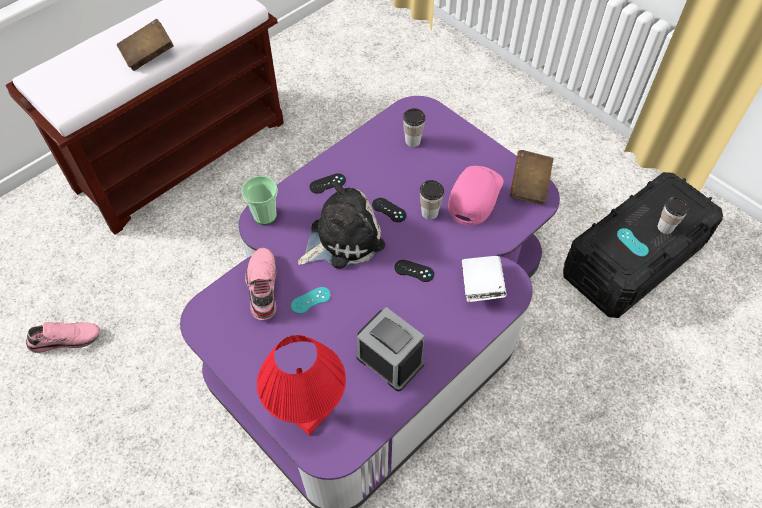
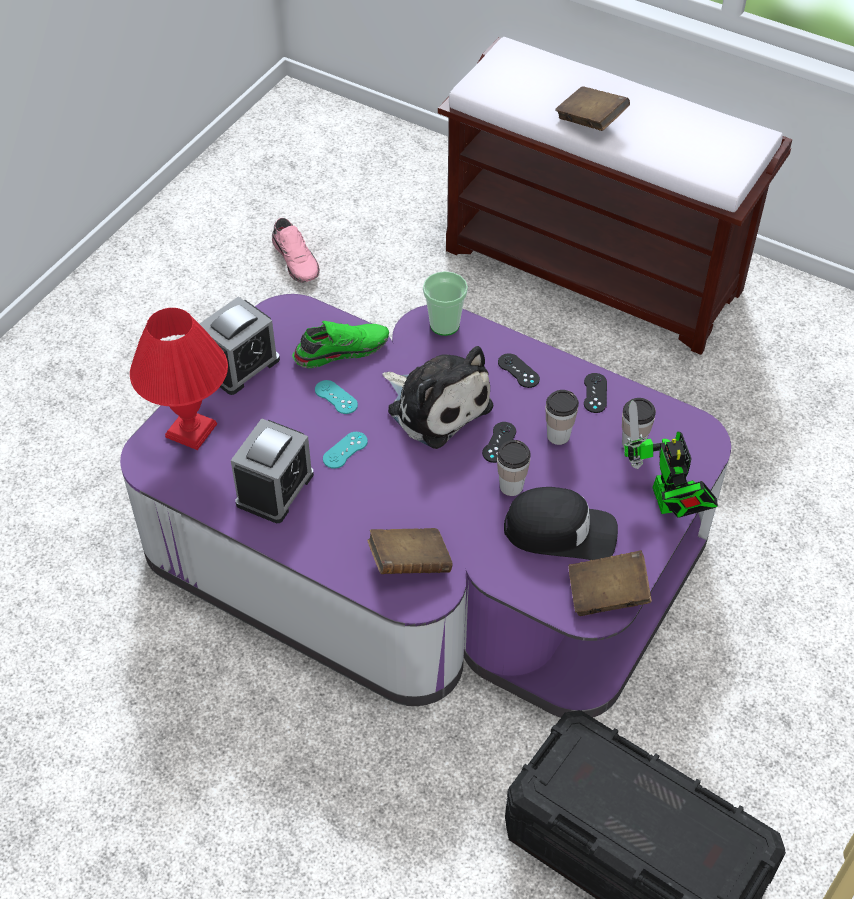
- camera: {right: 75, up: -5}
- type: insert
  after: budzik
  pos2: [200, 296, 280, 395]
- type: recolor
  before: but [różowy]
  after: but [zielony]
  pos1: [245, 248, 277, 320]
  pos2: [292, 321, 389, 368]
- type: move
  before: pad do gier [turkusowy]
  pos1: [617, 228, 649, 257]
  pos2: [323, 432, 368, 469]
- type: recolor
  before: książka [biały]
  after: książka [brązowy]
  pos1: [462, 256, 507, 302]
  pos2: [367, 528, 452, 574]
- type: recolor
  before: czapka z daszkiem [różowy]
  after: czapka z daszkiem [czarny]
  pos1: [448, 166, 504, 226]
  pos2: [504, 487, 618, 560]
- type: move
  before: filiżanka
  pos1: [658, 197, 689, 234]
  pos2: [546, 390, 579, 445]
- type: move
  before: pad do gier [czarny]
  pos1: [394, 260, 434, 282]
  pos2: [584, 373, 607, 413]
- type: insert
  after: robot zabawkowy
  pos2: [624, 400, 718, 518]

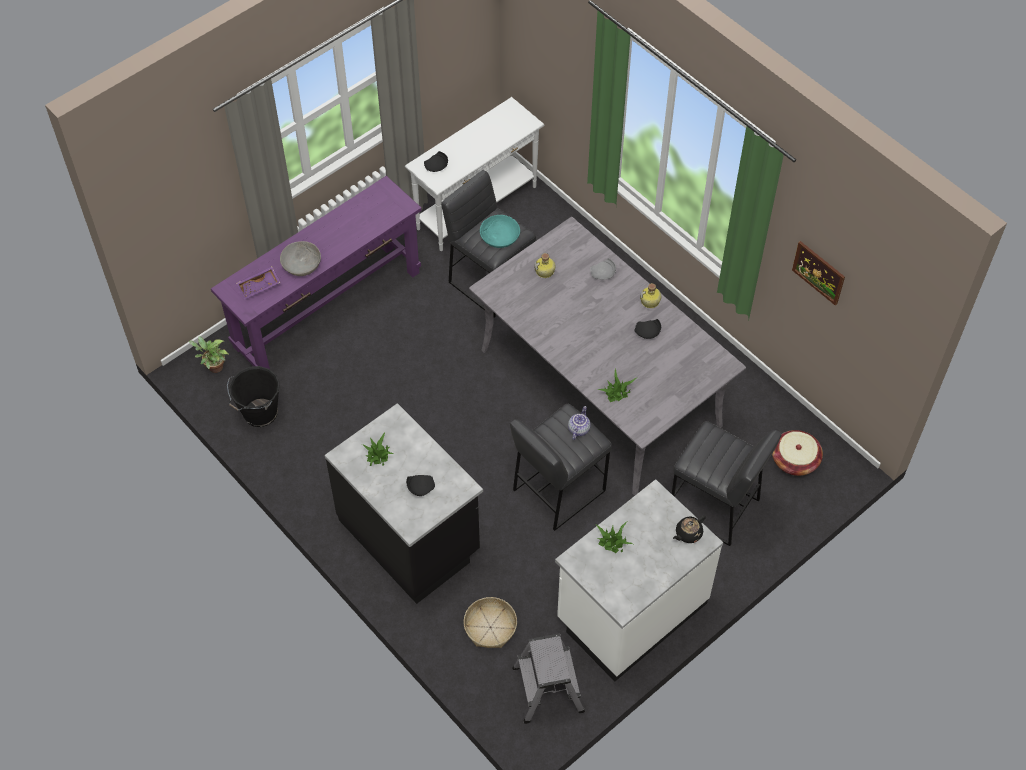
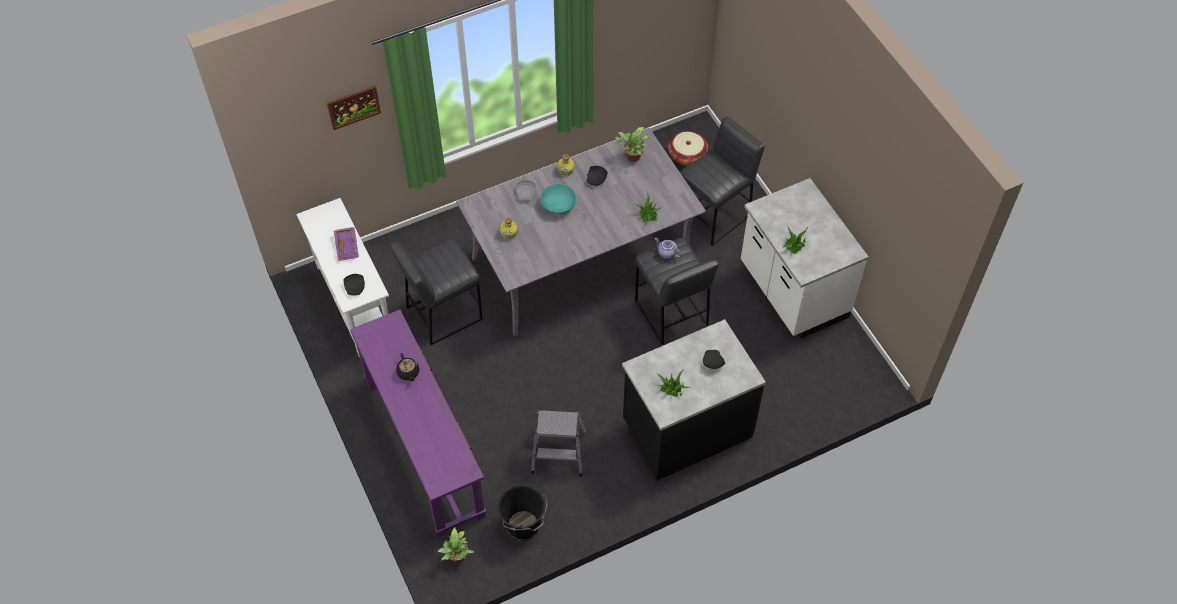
- camera: {right: -75, up: 0}
- type: move
  before: obraz
  pos1: [792, 241, 845, 306]
  pos2: [327, 86, 381, 130]
- type: move
  before: taca [fioletowy]
  pos1: [236, 266, 281, 300]
  pos2: [334, 227, 359, 261]
- type: move
  before: imbryk [czarny]
  pos1: [673, 515, 706, 543]
  pos2: [396, 353, 420, 381]
- type: move
  before: drabinka [szary]
  pos1: [512, 633, 585, 724]
  pos2: [531, 410, 586, 477]
- type: move
  before: miska [turkusowy]
  pos1: [480, 215, 520, 248]
  pos2: [540, 184, 576, 214]
- type: insert
  after: roślina doniczkowa
  pos2: [614, 127, 649, 162]
- type: delete
  before: miska [szary]
  pos1: [280, 241, 321, 276]
- type: delete
  before: koszyk
  pos1: [464, 597, 517, 648]

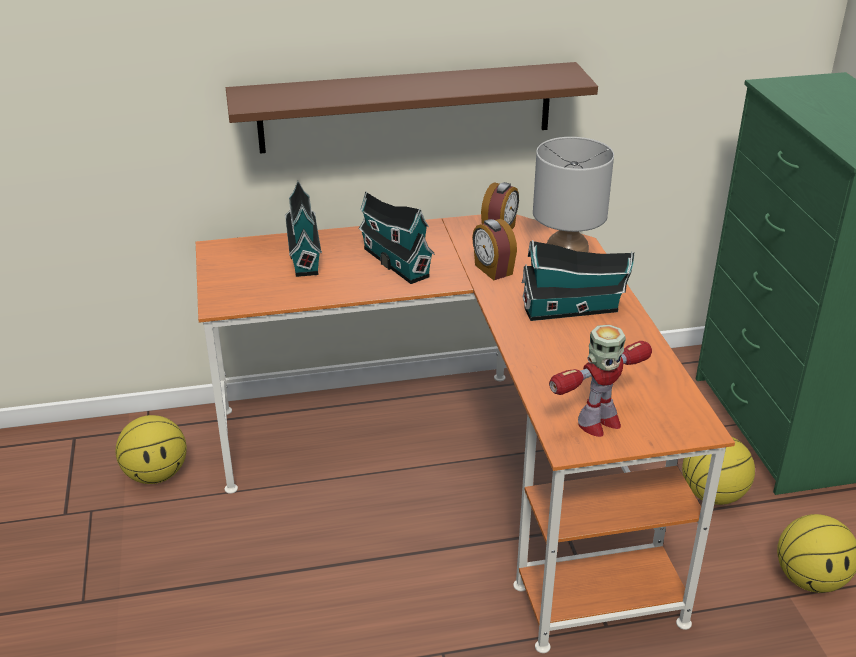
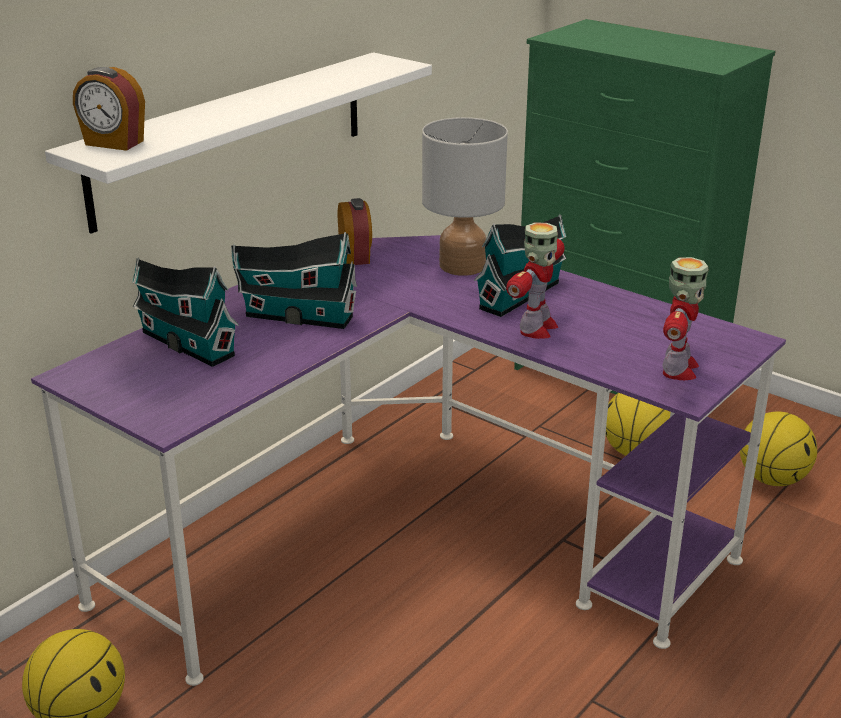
- camera: {right: -40, up: -5}
- type: recolor
  before: biurko [pomarańczowy]
  after: biurko [fioletowy]
  pos1: [196, 214, 735, 653]
  pos2: [31, 235, 786, 686]
- type: recolor
  before: półka [brązowy]
  after: półka [biały]
  pos1: [226, 62, 598, 154]
  pos2: [45, 52, 432, 234]
- type: move
  before: budzik
  pos1: [472, 219, 517, 280]
  pos2: [73, 67, 145, 151]
- type: insert
  after: robot zabawkowy
  pos2: [506, 222, 565, 339]

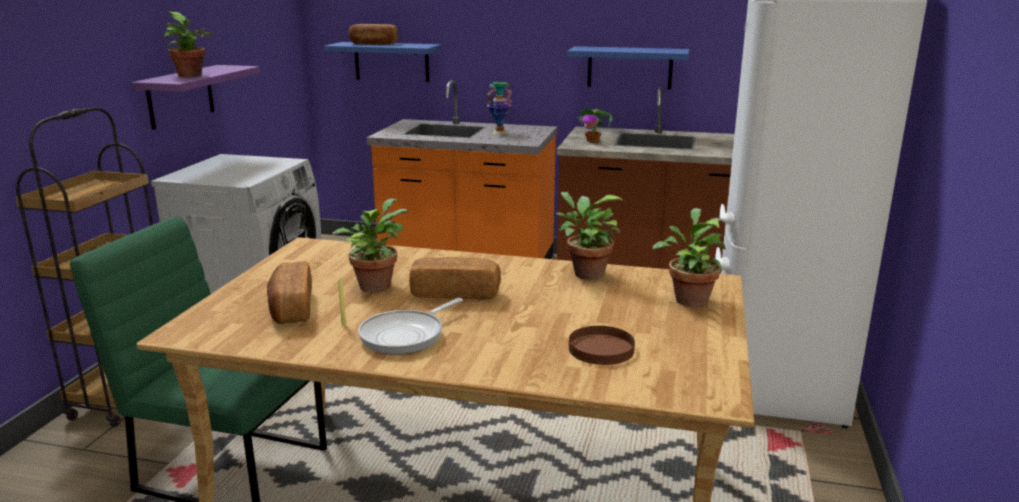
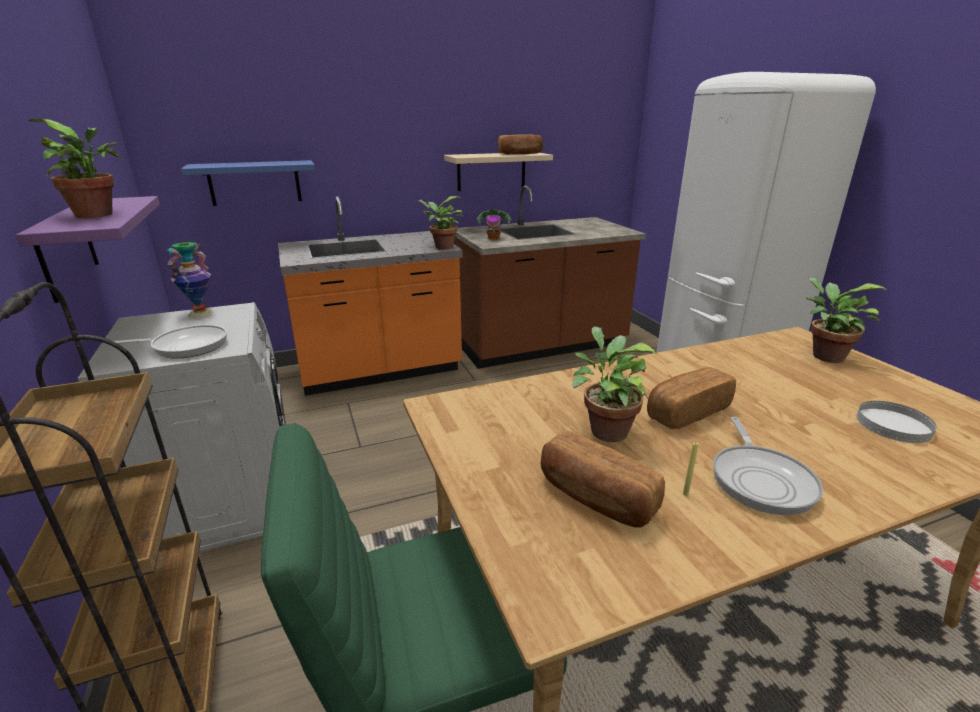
- camera: {right: -35, up: 5}
- type: insert
  after: patelnia
  pos2: [114, 325, 227, 358]
- type: move
  before: wazon
  pos1: [487, 82, 512, 135]
  pos2: [167, 242, 213, 318]
- type: move
  before: roślina doniczkowa
  pos1: [556, 192, 624, 280]
  pos2: [417, 196, 464, 249]
- type: recolor
  before: półka [niebieski]
  after: półka [beżowy]
  pos1: [567, 46, 689, 90]
  pos2: [444, 153, 553, 191]
- type: move
  before: chleb
  pos1: [349, 24, 398, 45]
  pos2: [498, 134, 543, 155]
- type: recolor
  before: talerz [brązowy]
  after: talerz [biały]
  pos1: [569, 326, 635, 365]
  pos2: [857, 401, 937, 443]

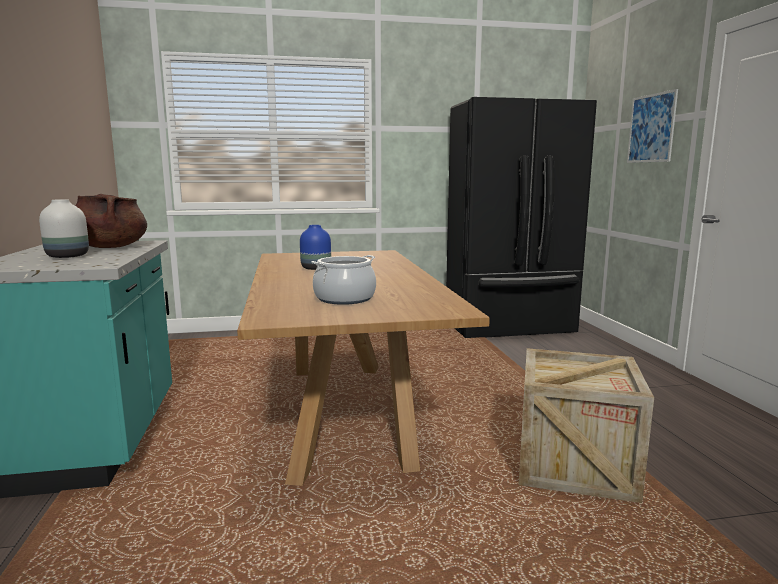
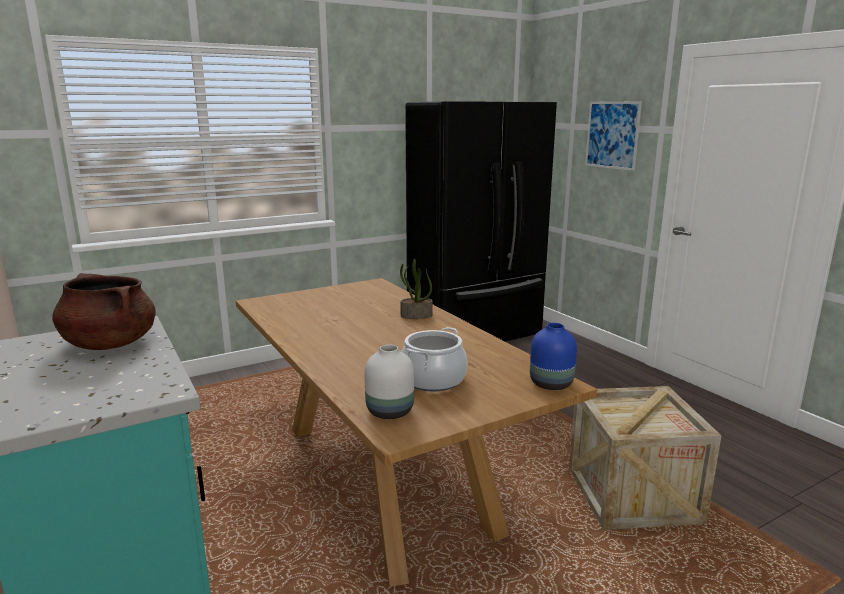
- camera: {right: -20, up: 5}
- type: move
  before: wazon [biały]
  pos1: [39, 199, 89, 258]
  pos2: [364, 344, 414, 419]
- type: insert
  after: roślina doniczkowa
  pos2: [400, 259, 433, 319]
- type: move
  before: wazon [niebieski]
  pos1: [300, 225, 331, 270]
  pos2: [530, 323, 577, 390]

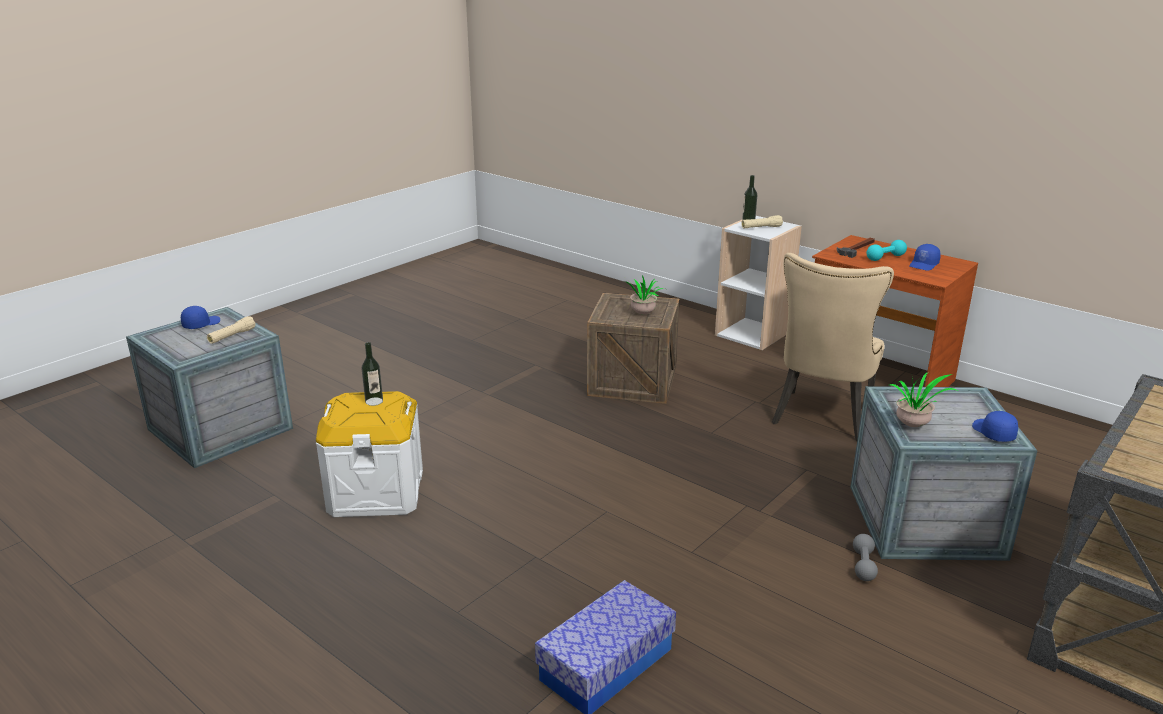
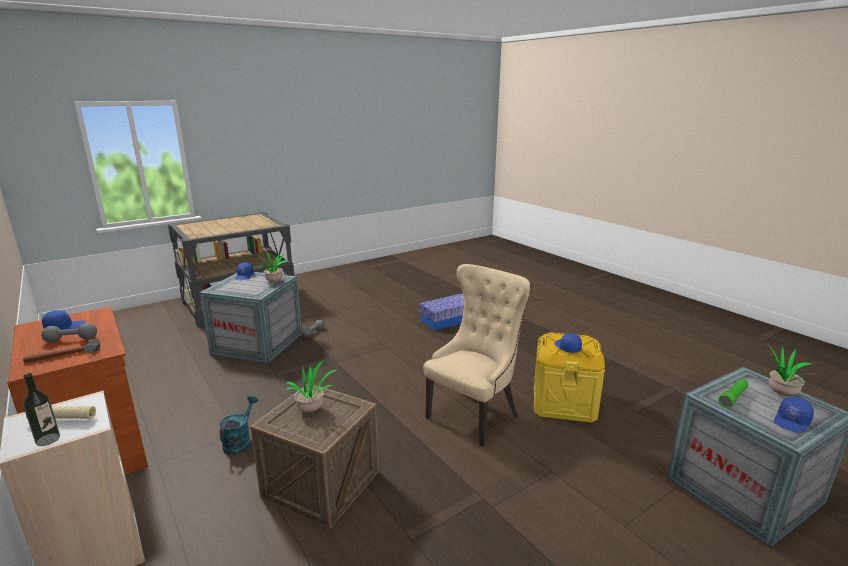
- camera: {right: -165, up: -5}
- type: recolor
  before: hantel [turkusowy]
  after: hantel [szary]
  pos1: [867, 240, 907, 261]
  pos2: [41, 323, 97, 343]
- type: insert
  after: konewka [turkusowy]
  pos2: [220, 395, 258, 455]
- type: move
  before: krzesło [beżowy]
  pos1: [772, 253, 894, 441]
  pos2: [423, 264, 531, 446]
- type: recolor
  before: pojemnik do przechowywania [biały]
  after: pojemnik do przechowywania [żółty]
  pos1: [316, 391, 423, 517]
  pos2: [534, 332, 605, 423]
- type: replace
  before: butelka
  after: czapka z daszkiem [niebieski]
  pos1: [361, 342, 383, 406]
  pos2: [555, 333, 582, 353]
- type: recolor
  before: latarka [beżowy]
  after: latarka [zielony]
  pos1: [207, 316, 256, 344]
  pos2: [718, 379, 749, 408]
- type: insert
  after: roślina doniczkowa
  pos2: [764, 344, 818, 396]

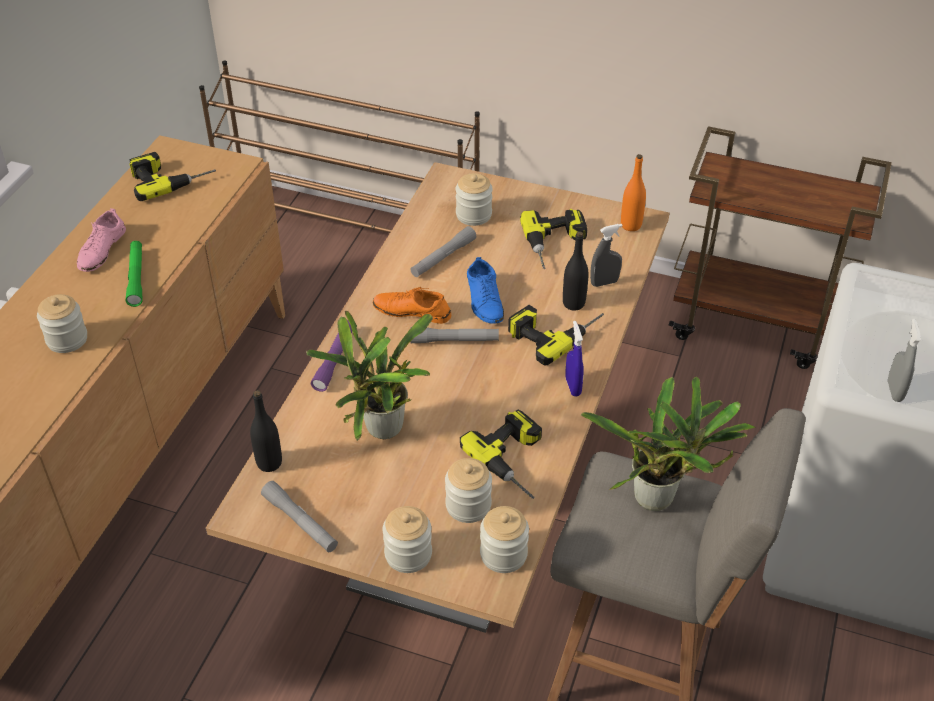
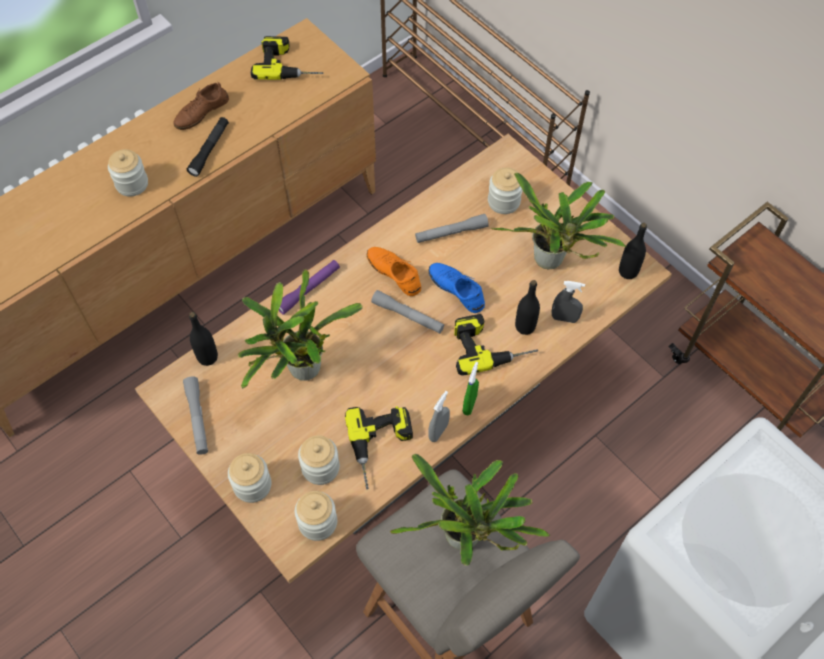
- camera: {right: 30, up: 15}
- type: recolor
  before: but [różowy]
  after: but [brązowy]
  pos1: [77, 208, 126, 272]
  pos2: [174, 82, 229, 130]
- type: recolor
  before: latarka [zielony]
  after: latarka [czarny]
  pos1: [126, 241, 142, 307]
  pos2: [187, 117, 229, 177]
- type: rotate
  before: but [niebieski]
  pos1: [467, 257, 504, 324]
  pos2: [428, 263, 485, 313]
  turn: 120
- type: move
  before: spryskiwacz [szary]
  pos1: [888, 319, 921, 402]
  pos2: [428, 391, 450, 442]
- type: recolor
  before: spryskiwacz [niebieski]
  after: spryskiwacz [zielony]
  pos1: [565, 321, 583, 396]
  pos2: [463, 362, 479, 415]
- type: replace
  before: wiertarka
  after: roślina doniczkowa
  pos1: [520, 209, 588, 269]
  pos2: [490, 173, 626, 269]
- type: recolor
  before: butelka [pomarańczowy]
  after: butelka [czarny]
  pos1: [621, 154, 646, 231]
  pos2: [619, 223, 647, 279]

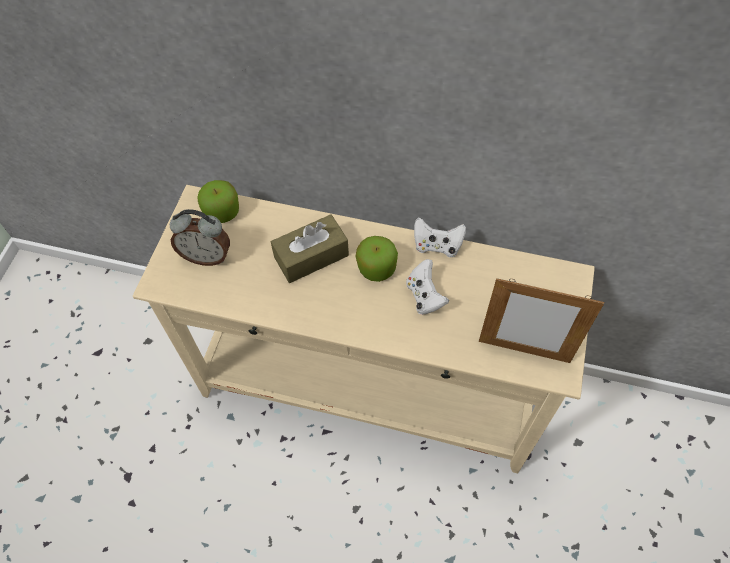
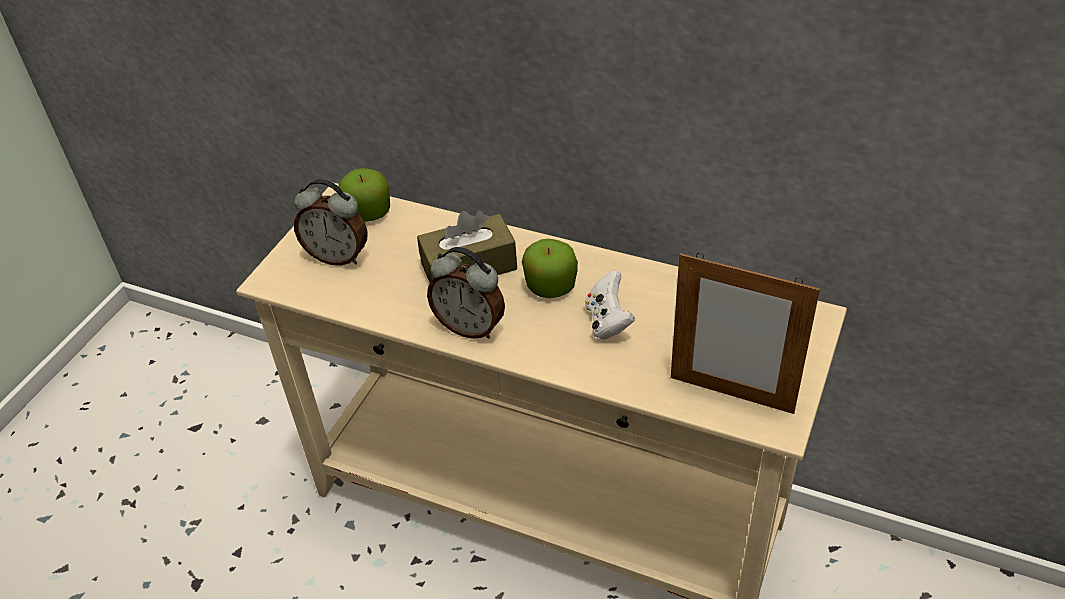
- camera: {right: 10, up: -15}
- type: insert
  after: budzik
  pos2: [427, 247, 505, 339]
- type: delete
  before: pad do gier [biały]
  pos1: [414, 217, 466, 257]

